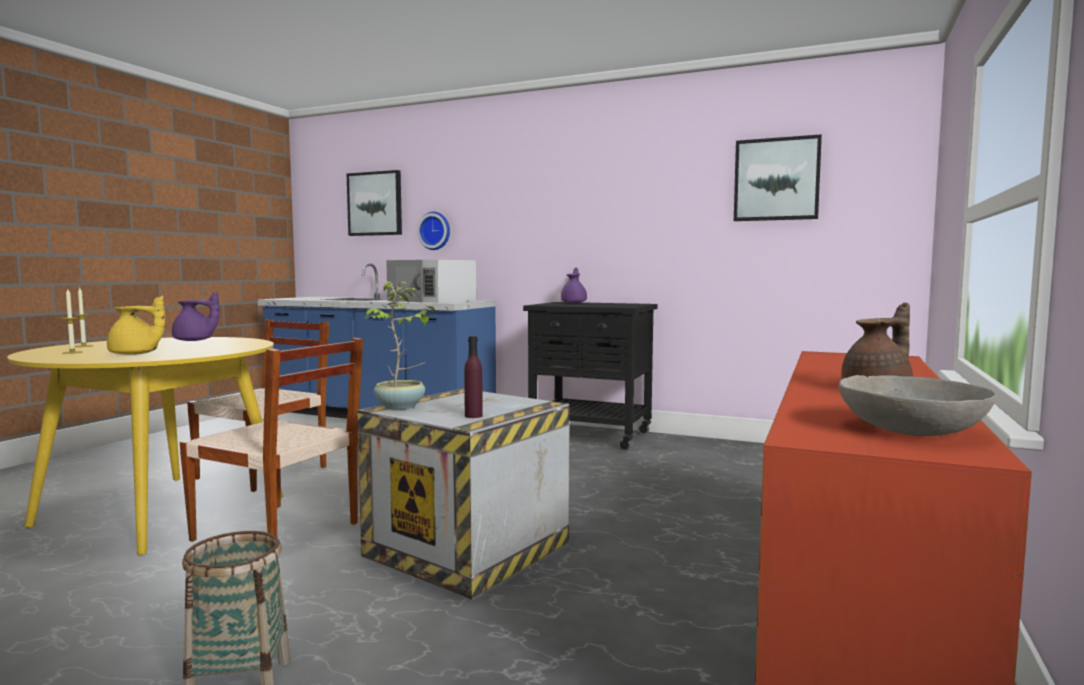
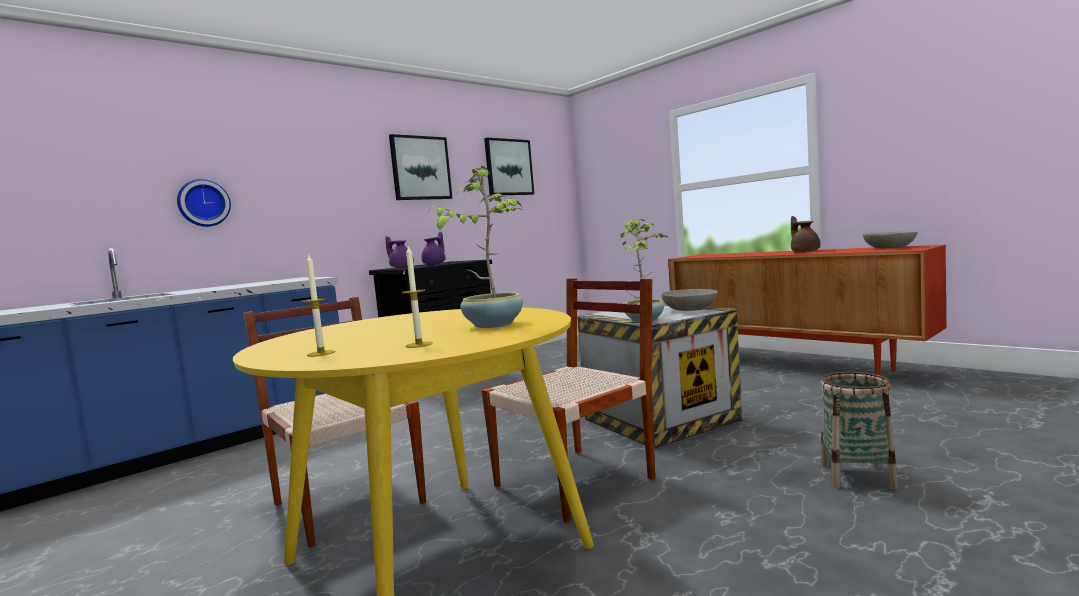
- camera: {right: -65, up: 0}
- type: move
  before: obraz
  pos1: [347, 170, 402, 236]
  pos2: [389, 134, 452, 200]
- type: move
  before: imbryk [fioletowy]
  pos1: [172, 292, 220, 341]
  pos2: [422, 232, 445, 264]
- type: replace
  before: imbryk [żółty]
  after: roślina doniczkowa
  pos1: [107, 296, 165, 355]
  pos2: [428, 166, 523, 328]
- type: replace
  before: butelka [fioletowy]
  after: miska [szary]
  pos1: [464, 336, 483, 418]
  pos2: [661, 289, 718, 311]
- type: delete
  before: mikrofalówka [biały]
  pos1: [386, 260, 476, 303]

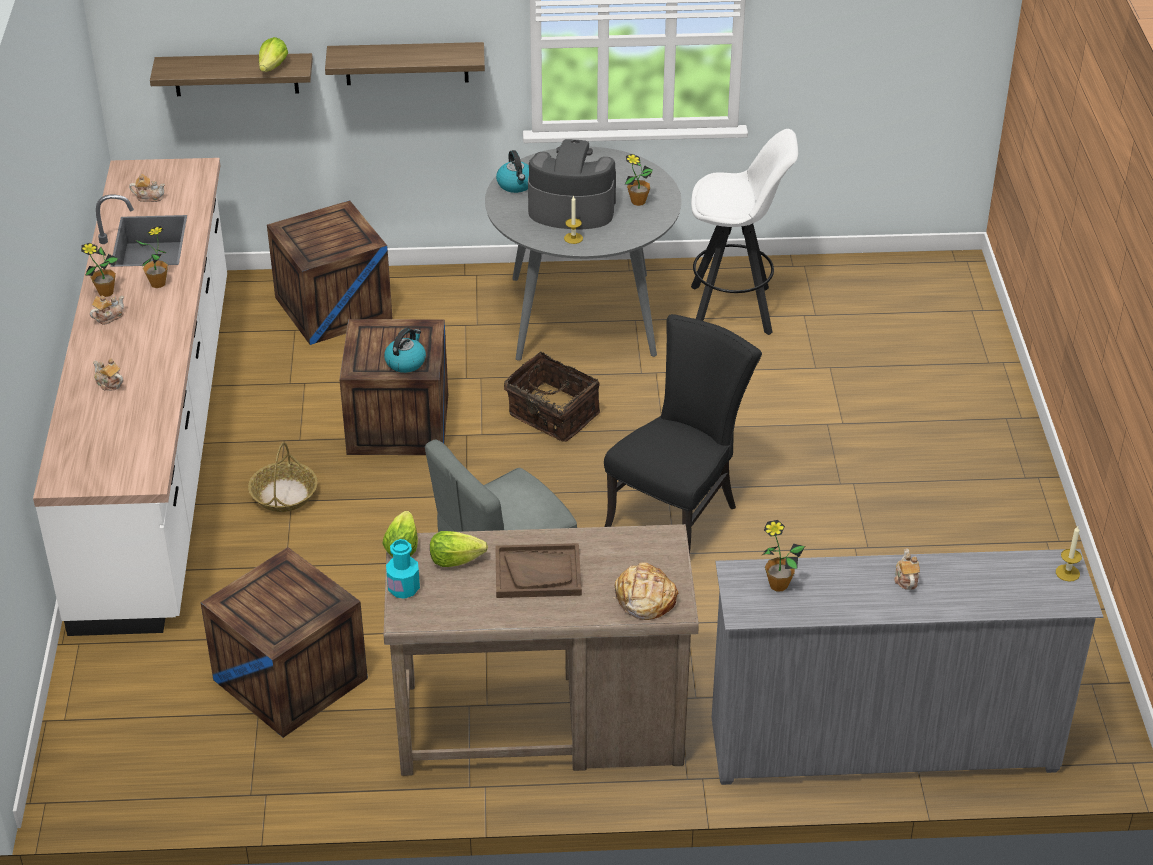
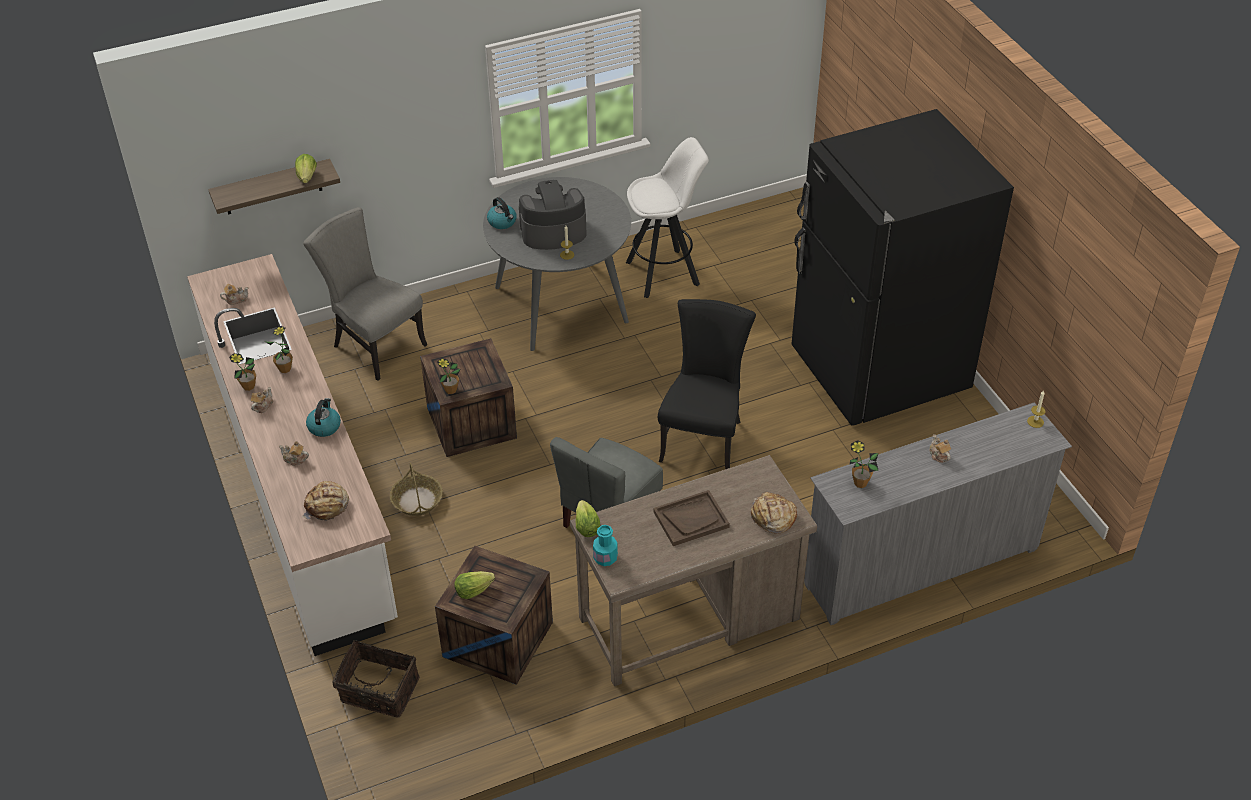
- camera: {right: -20, up: 5}
- type: insert
  after: chleb
  pos2: [302, 481, 349, 521]
- type: replace
  before: skrzynka
  after: krzesło [szary]
  pos1: [267, 200, 393, 345]
  pos2: [303, 207, 427, 381]
- type: move
  before: czajnik
  pos1: [384, 328, 426, 373]
  pos2: [306, 398, 341, 437]
- type: move
  before: koszyk
  pos1: [504, 352, 600, 442]
  pos2: [332, 640, 420, 717]
- type: move
  before: roślina doniczkowa
  pos1: [625, 154, 653, 206]
  pos2: [437, 358, 460, 394]
- type: move
  before: sałata
  pos1: [430, 531, 488, 567]
  pos2: [454, 571, 495, 599]
- type: insert
  after: lodówka [czarny]
  pos2: [792, 109, 1014, 425]
- type: delete
  before: półka
  pos1: [325, 42, 485, 85]

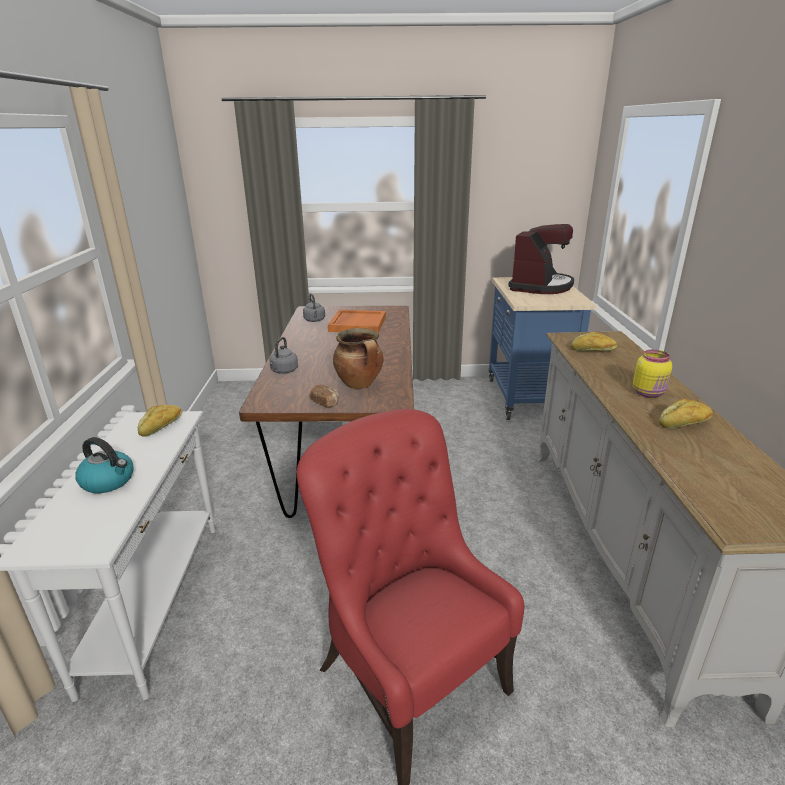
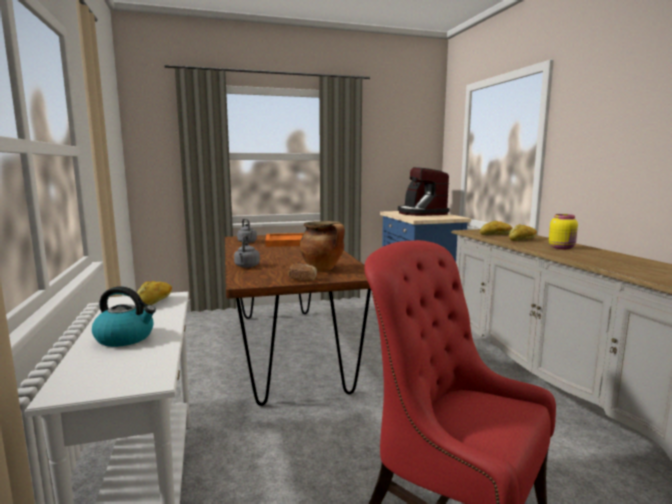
- camera: {right: -15, up: -15}
- type: rotate
  before: ekspres do kawy
  pos1: [508, 224, 574, 294]
  pos2: [398, 167, 449, 216]
  turn: 150
- type: move
  before: chleb
  pos1: [659, 399, 713, 428]
  pos2: [509, 224, 537, 241]

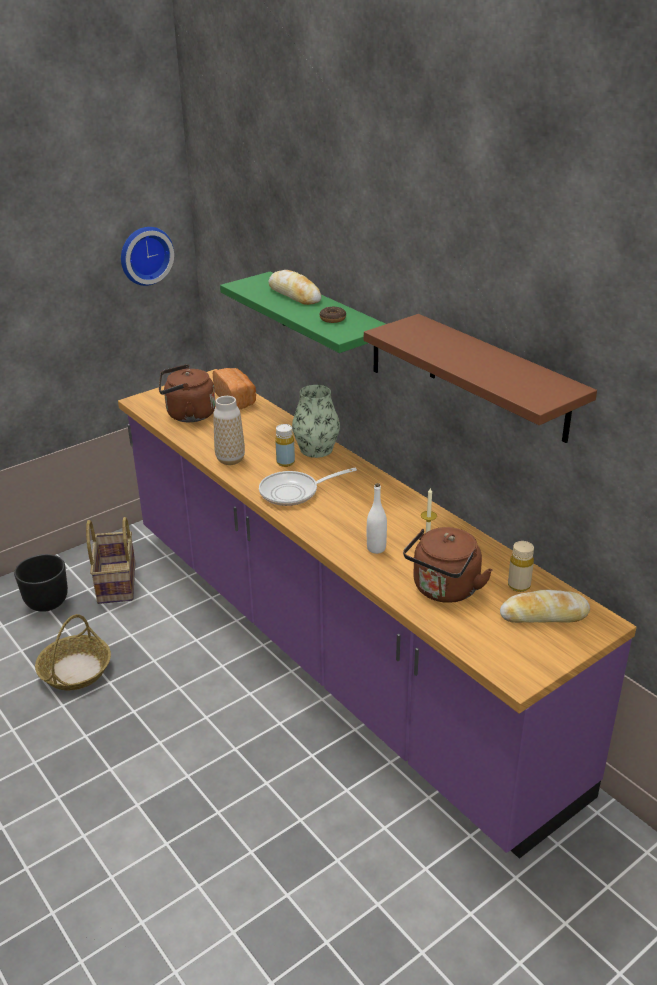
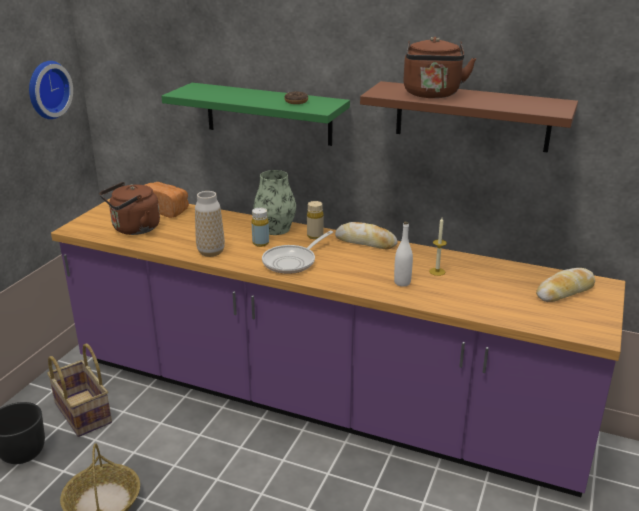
- camera: {right: -30, up: -5}
- type: move
  before: butelka [beżowy]
  pos1: [508, 541, 534, 592]
  pos2: [307, 201, 324, 239]
- type: move
  before: chleb
  pos1: [268, 270, 321, 305]
  pos2: [335, 222, 398, 249]
- type: move
  before: czajnik [brązowy]
  pos1: [403, 527, 492, 603]
  pos2: [403, 37, 476, 98]

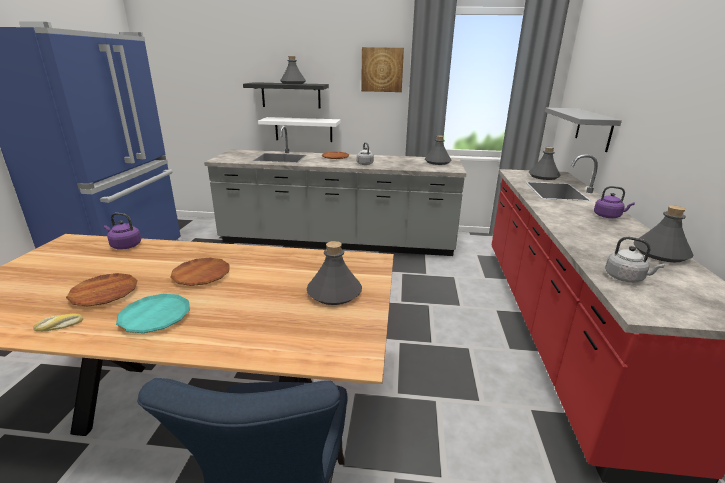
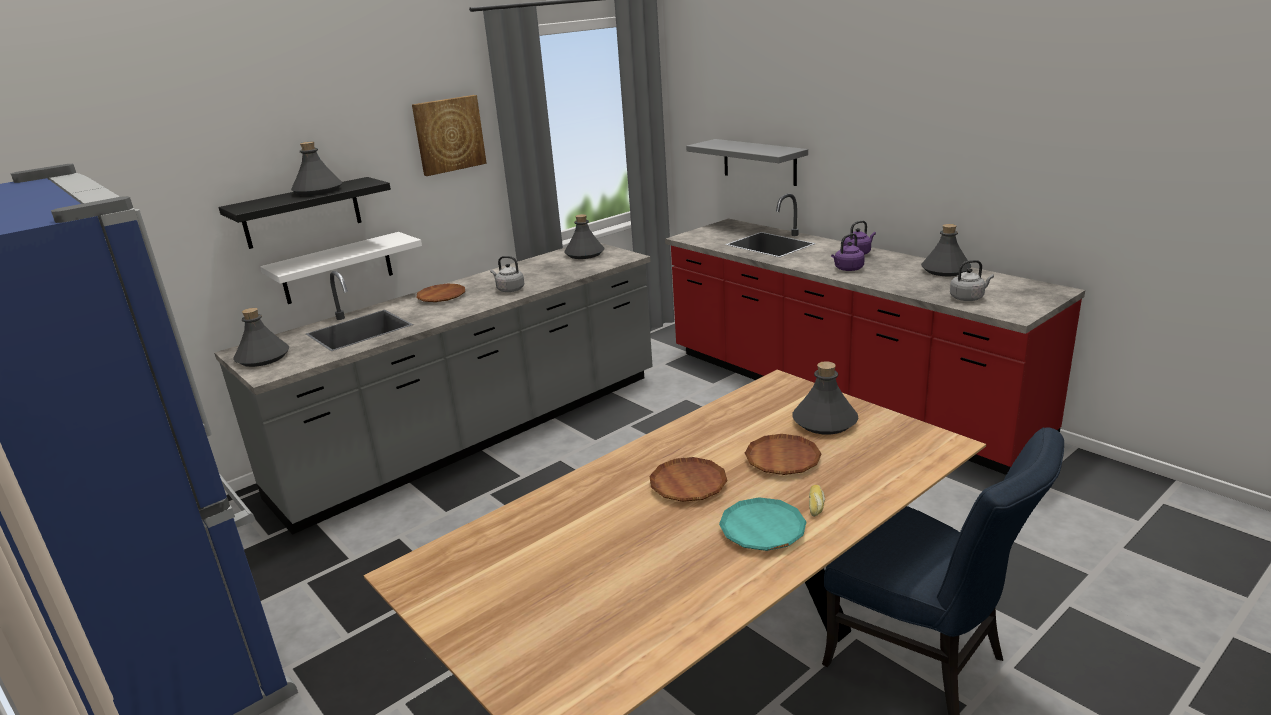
- camera: {right: -45, up: 0}
- type: move
  before: butelka [szary]
  pos1: [529, 147, 561, 180]
  pos2: [233, 308, 289, 367]
- type: move
  before: talerz [brązowy]
  pos1: [66, 273, 138, 307]
  pos2: [745, 434, 821, 475]
- type: move
  before: chleb
  pos1: [33, 313, 83, 332]
  pos2: [809, 485, 825, 517]
- type: move
  before: czajnik [fioletowy]
  pos1: [104, 213, 141, 250]
  pos2: [831, 233, 865, 271]

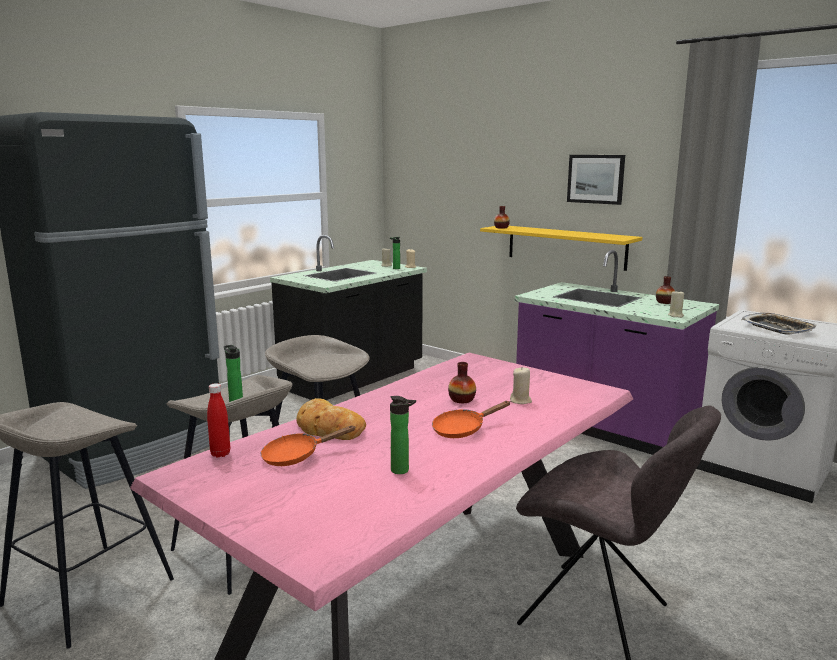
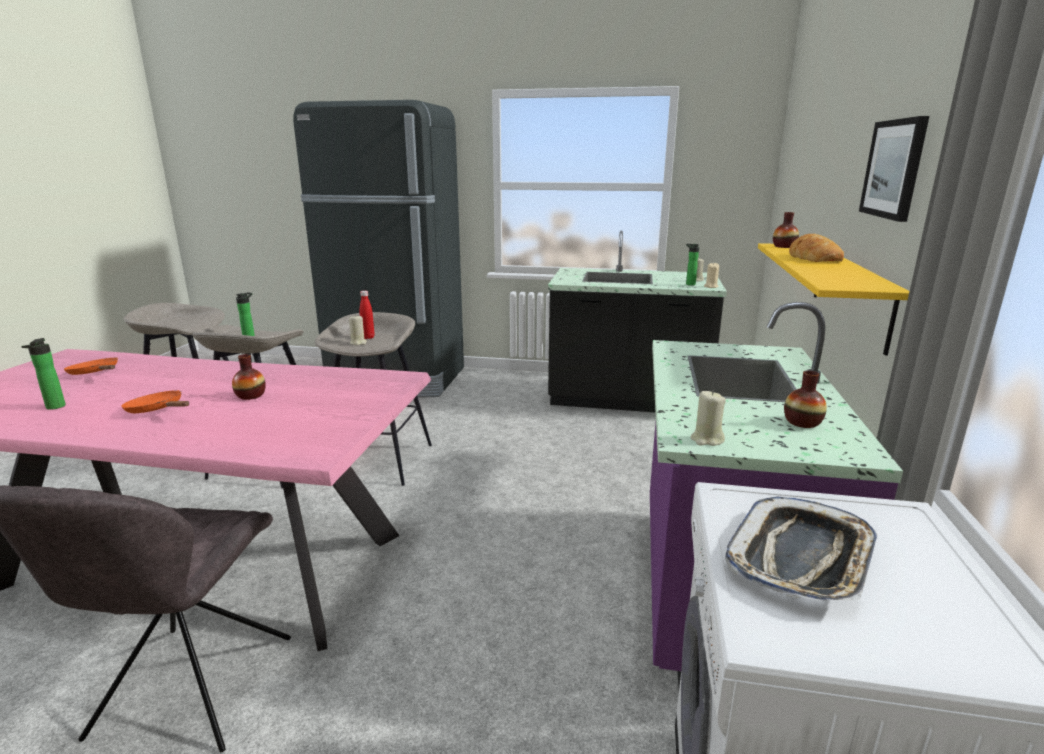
- camera: {right: 60, up: 5}
- type: move
  before: świeca [beżowy]
  pos1: [510, 367, 532, 404]
  pos2: [349, 314, 367, 345]
- type: move
  before: butelka [czerwony]
  pos1: [207, 383, 230, 458]
  pos2: [360, 291, 374, 339]
- type: move
  before: chleb
  pos1: [296, 398, 366, 440]
  pos2: [789, 234, 844, 262]

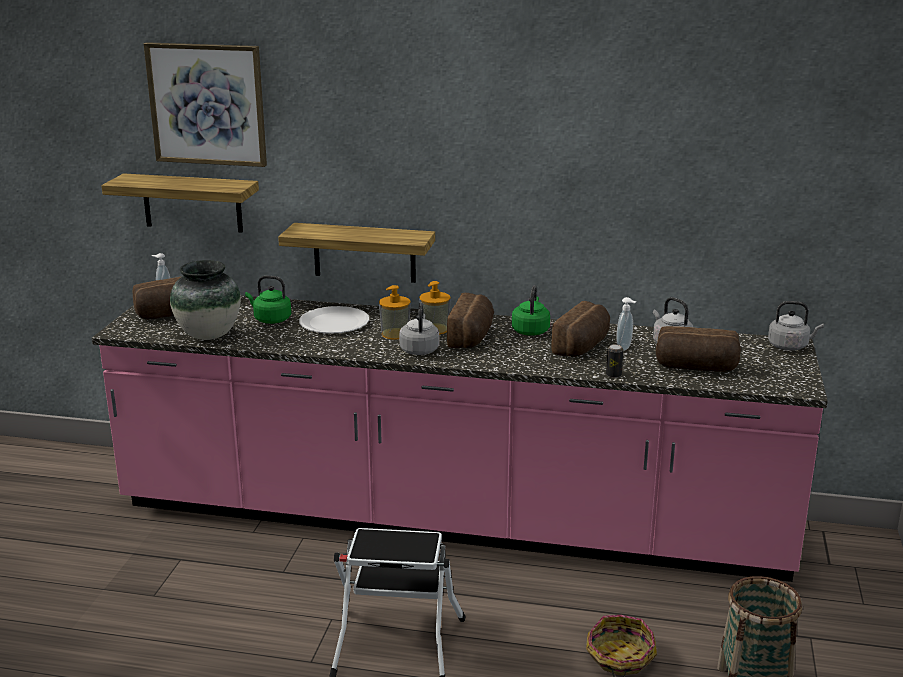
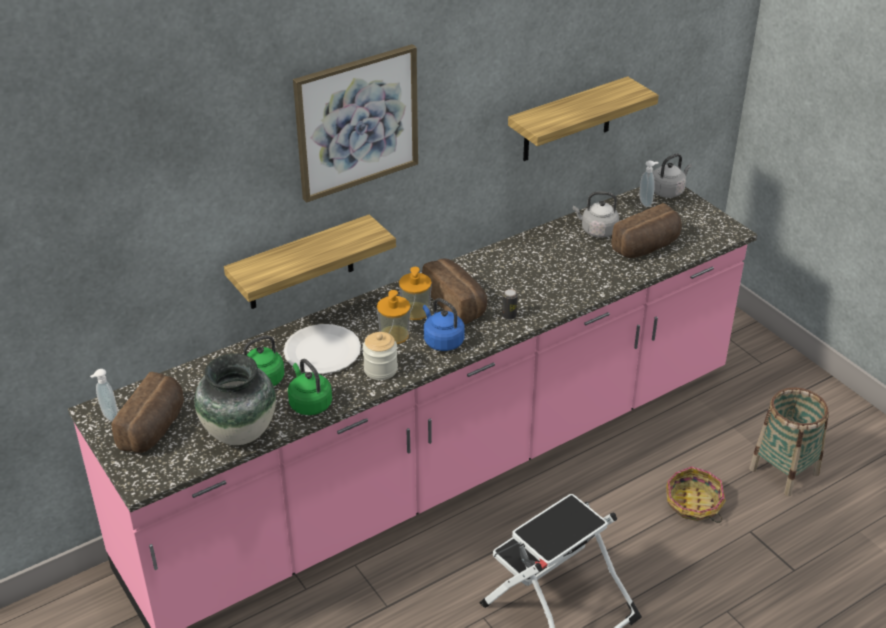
- camera: {right: -45, up: 15}
- type: move
  before: czajnik [zielony]
  pos1: [512, 285, 550, 336]
  pos2: [288, 359, 332, 415]
- type: move
  before: obraz
  pos1: [144, 42, 267, 167]
  pos2: [293, 44, 418, 203]
- type: insert
  after: słoik
  pos2: [363, 332, 398, 380]
- type: recolor
  before: czajnik [szary]
  after: czajnik [niebieski]
  pos1: [399, 302, 439, 355]
  pos2: [423, 298, 465, 351]
- type: move
  before: puszka
  pos1: [606, 344, 623, 378]
  pos2: [502, 289, 518, 320]
- type: move
  before: półka
  pos1: [101, 173, 259, 232]
  pos2: [508, 76, 659, 161]
- type: move
  before: dozownik mydła
  pos1: [616, 297, 637, 351]
  pos2: [640, 161, 659, 207]
- type: delete
  before: chleb
  pos1: [551, 301, 610, 357]

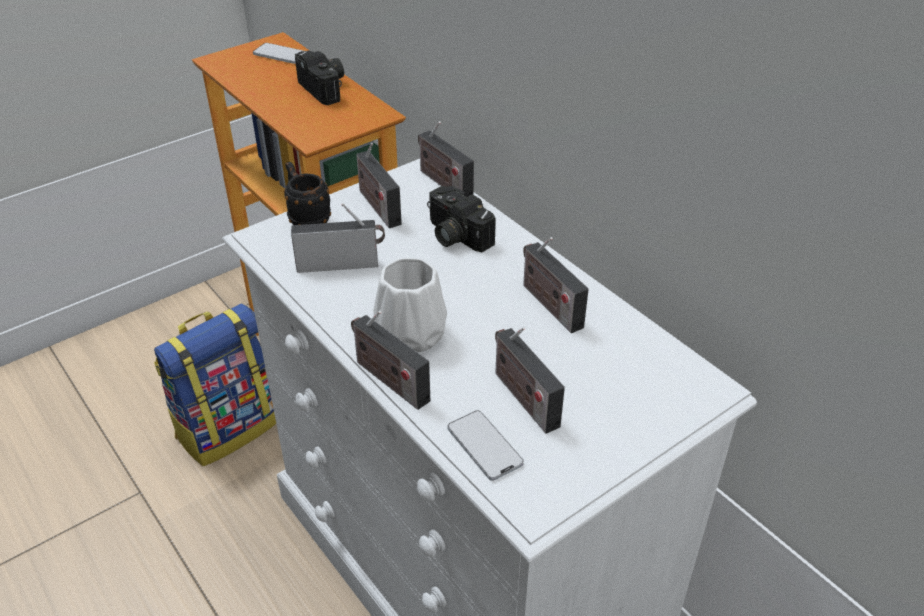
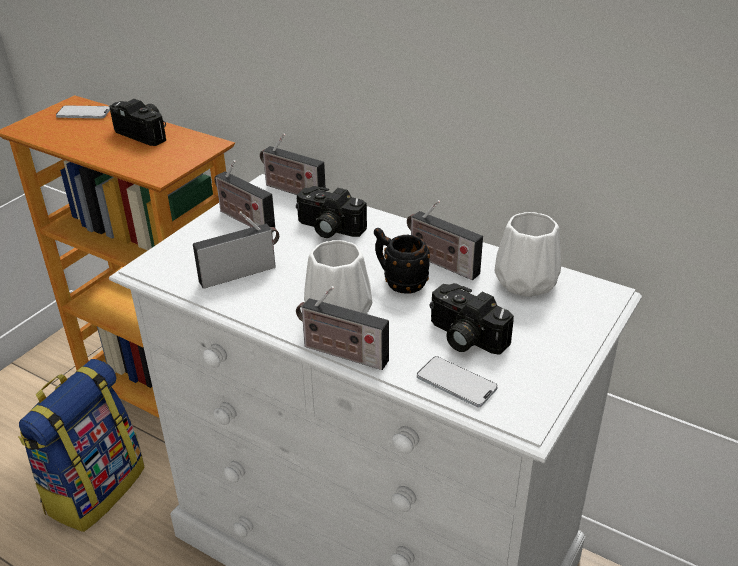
- camera: {right: -20, up: -5}
- type: move
  before: kubek [czarny]
  pos1: [284, 162, 331, 225]
  pos2: [374, 228, 430, 294]
- type: replace
  before: radio
  after: aparat fotograficzny
  pos1: [495, 327, 565, 434]
  pos2: [429, 283, 514, 355]
- type: insert
  after: wazon [biały]
  pos2: [494, 212, 561, 297]

